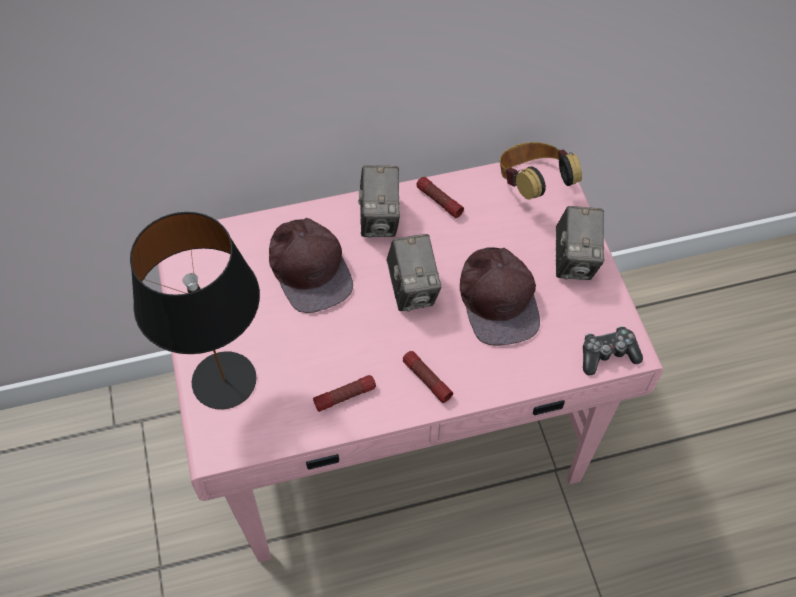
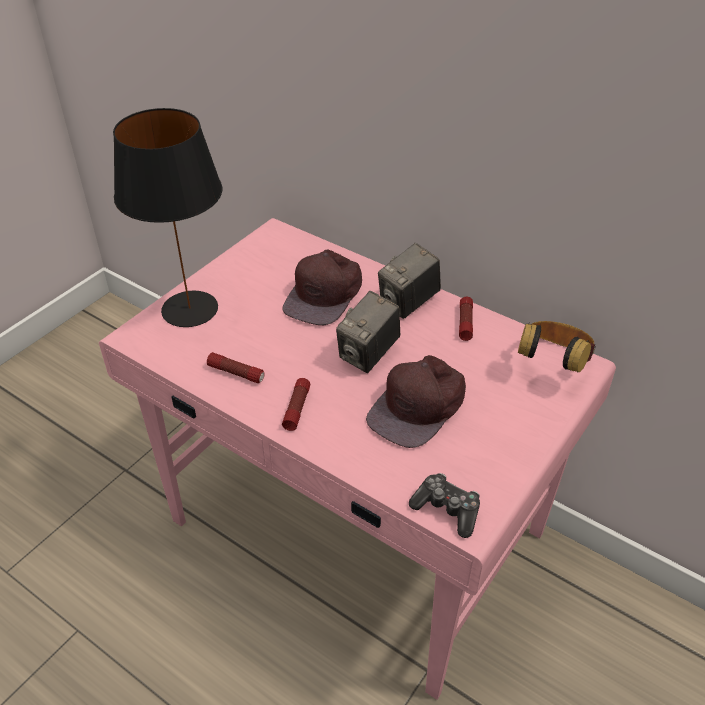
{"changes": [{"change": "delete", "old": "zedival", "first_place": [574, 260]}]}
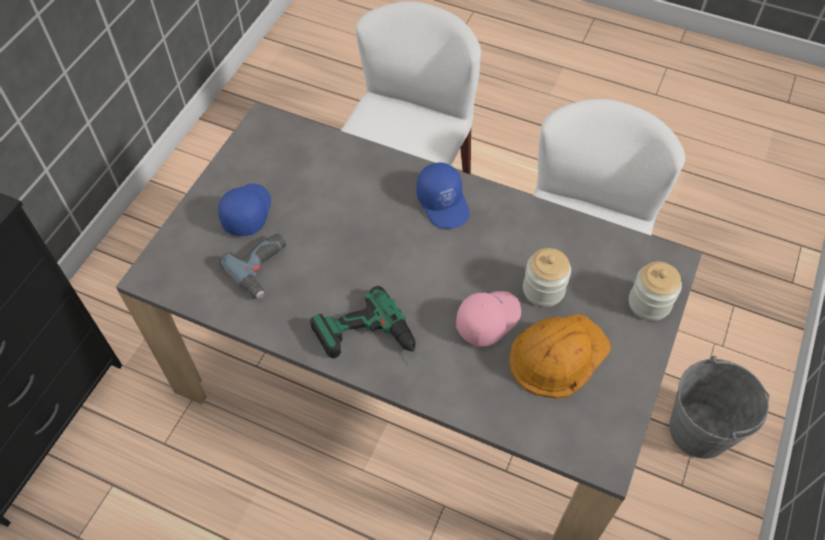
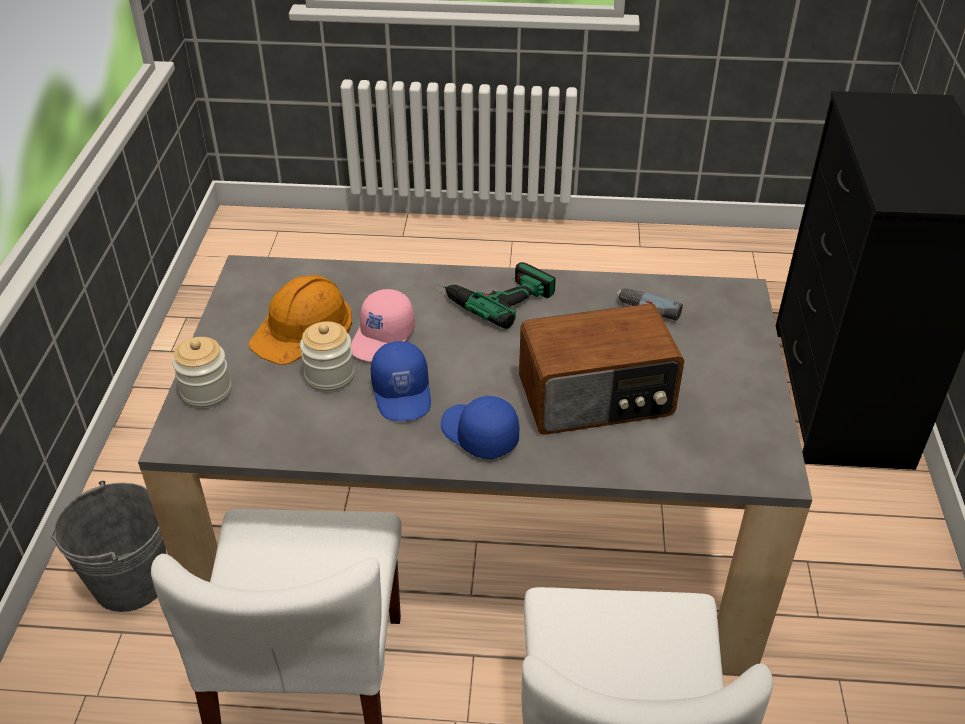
{"changes": [{"change": "move", "old": "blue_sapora", "first_place": [246, 212], "second_place": [403, 393]}, {"change": "insert", "new": "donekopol", "second_place": [597, 398]}]}
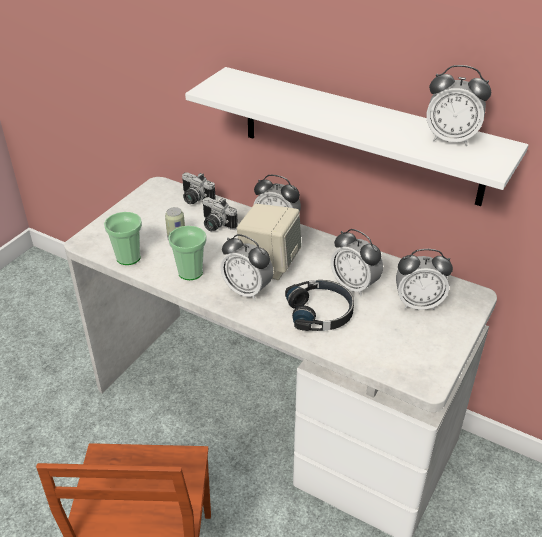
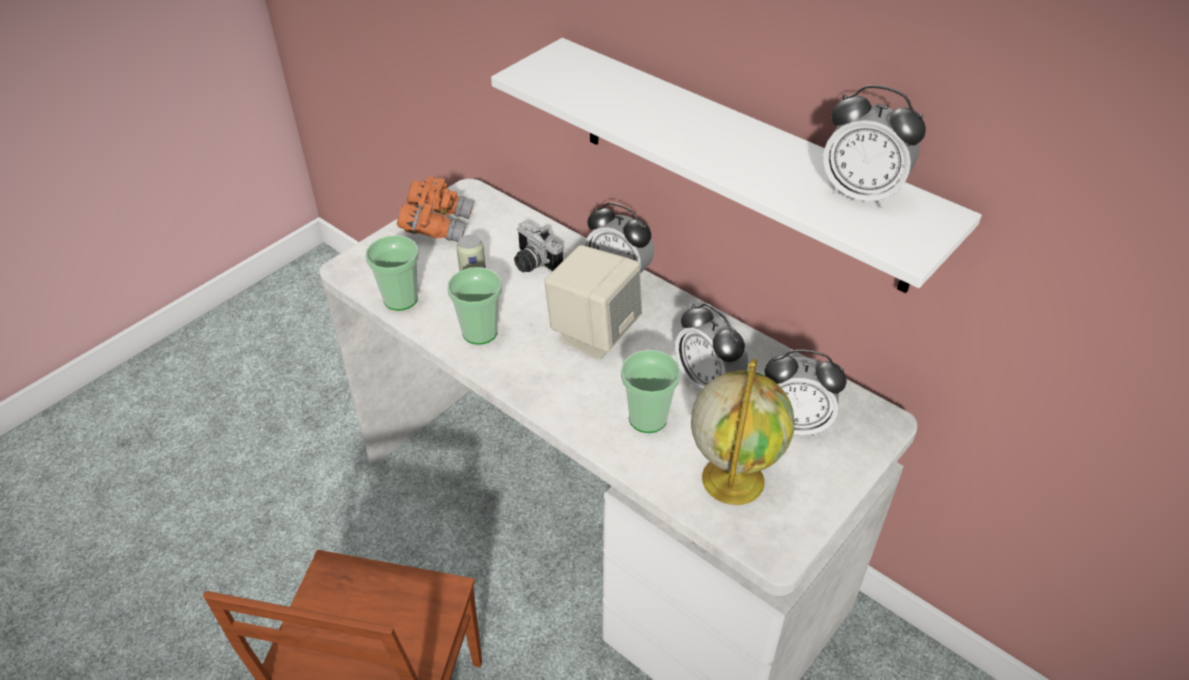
{"changes": [{"change": "delete", "old": "zedival", "first_place": [194, 199]}, {"change": "delete", "old": "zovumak", "first_place": [247, 290]}, {"change": "replace", "old": "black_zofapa", "new": "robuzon", "first_place": [320, 312], "second_place": [647, 418]}, {"change": "insert", "new": "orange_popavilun", "second_place": [437, 226]}, {"change": "insert", "new": "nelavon", "second_place": [732, 477]}]}
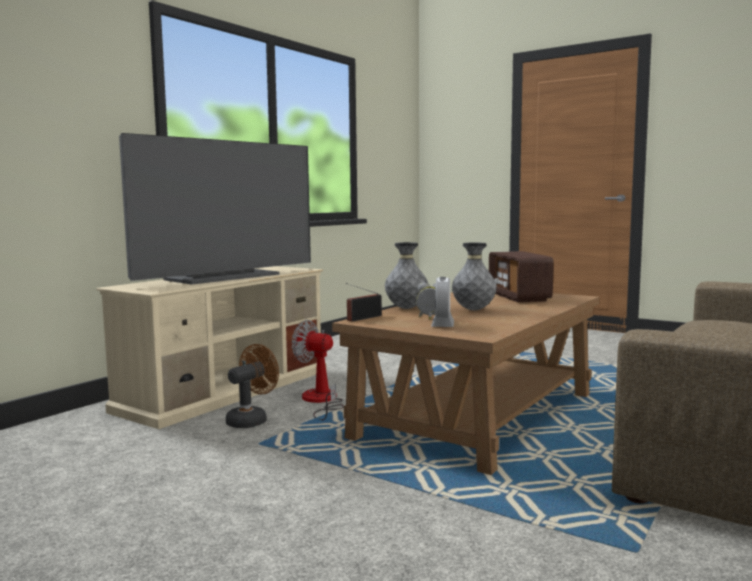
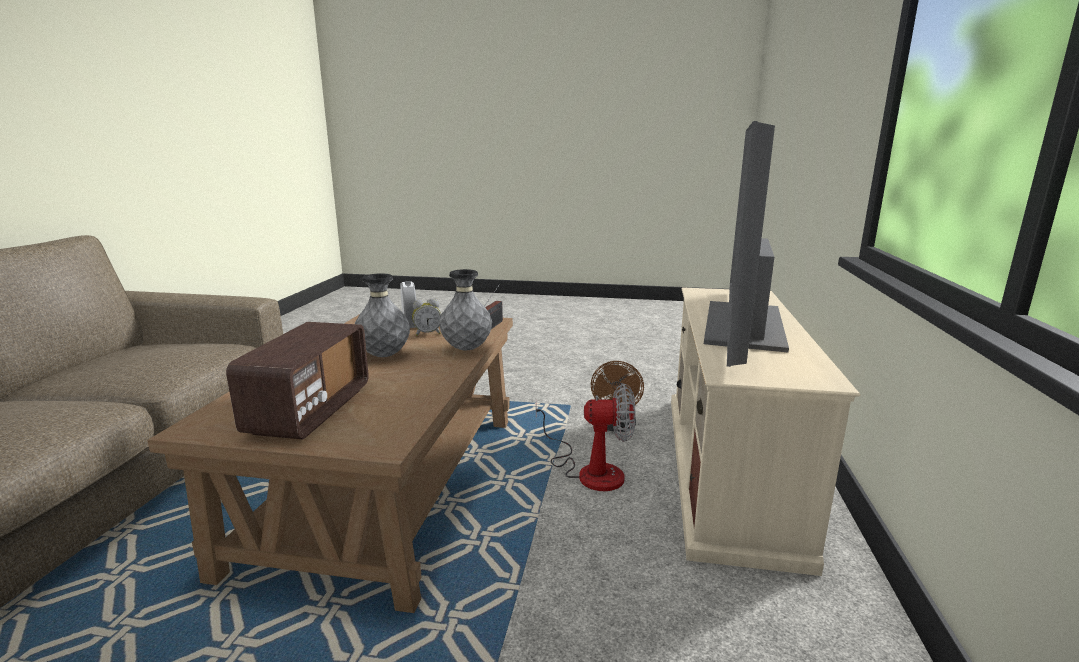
{"changes": [{"change": "rotate", "old": "donekopol", "first_place": [518, 297], "second_place": [310, 411], "degrees": 45}]}
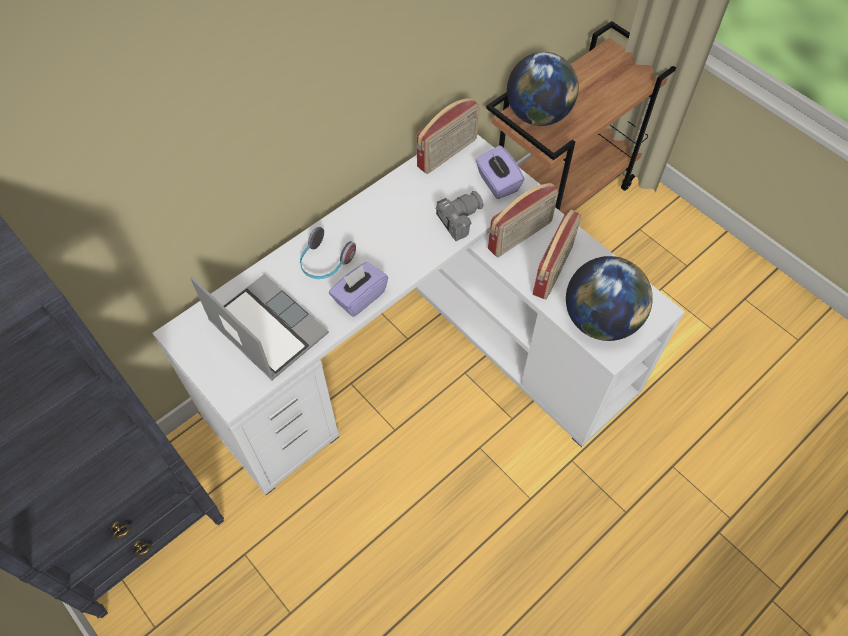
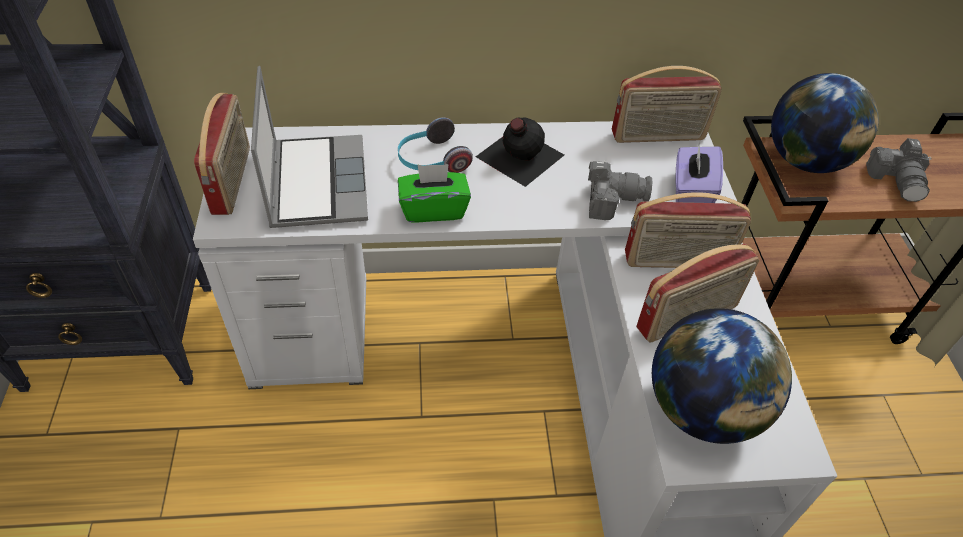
{"changes": [{"change": "recolor", "old": "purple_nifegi", "new": "green_nifegi", "first_place": [359, 297], "second_place": [433, 209]}, {"change": "insert", "new": "donekopol", "second_place": [233, 180]}, {"change": "insert", "new": "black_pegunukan", "second_place": [518, 155]}, {"change": "insert", "new": "zedival", "second_place": [897, 180]}]}
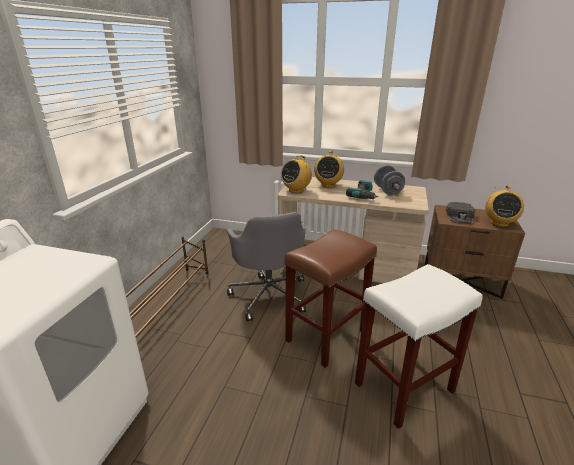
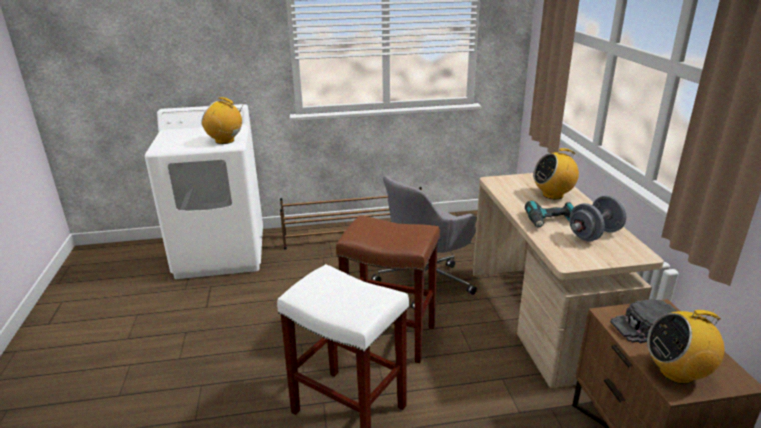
{"changes": [{"change": "move", "old": "donekopol", "first_place": [296, 190], "second_place": [225, 141]}]}
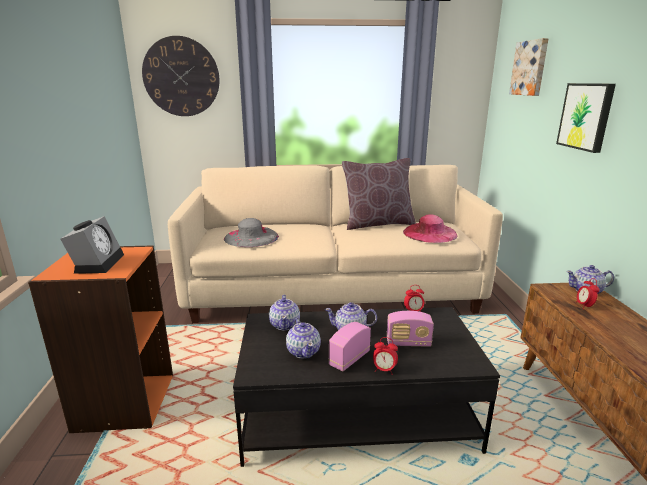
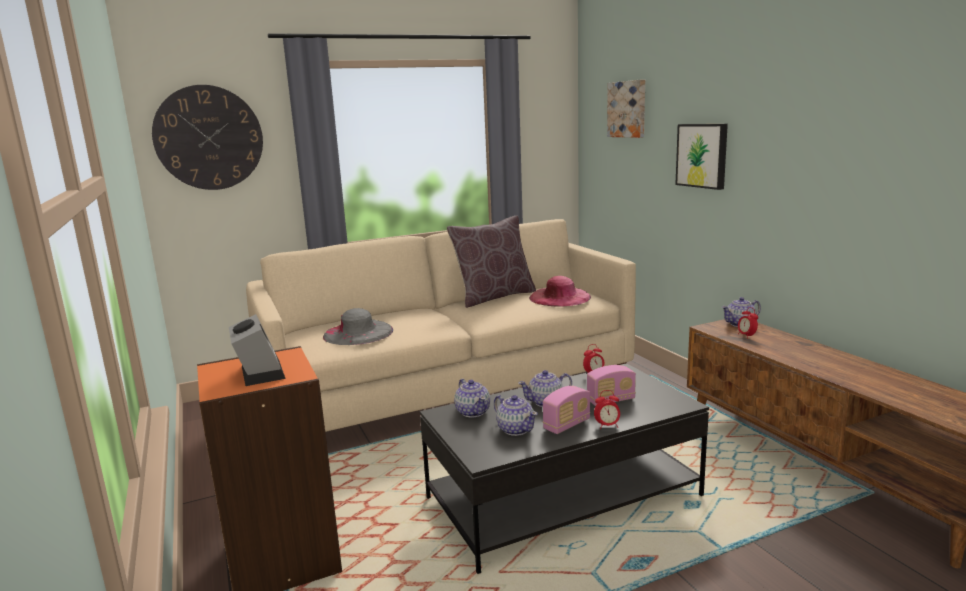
{"changes": [{"change": "rotate", "old": "donekopol", "first_place": [349, 359], "second_place": [567, 425], "degrees": -150}]}
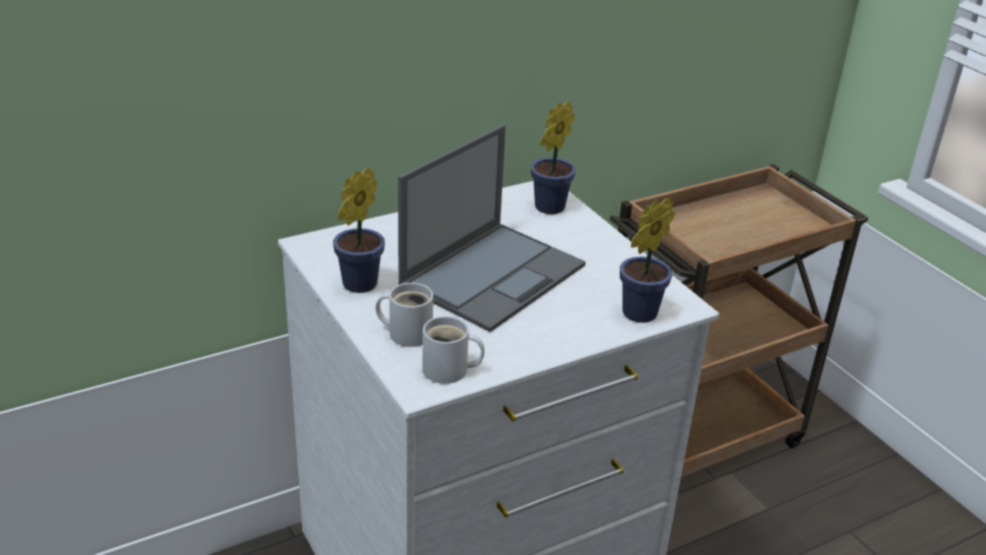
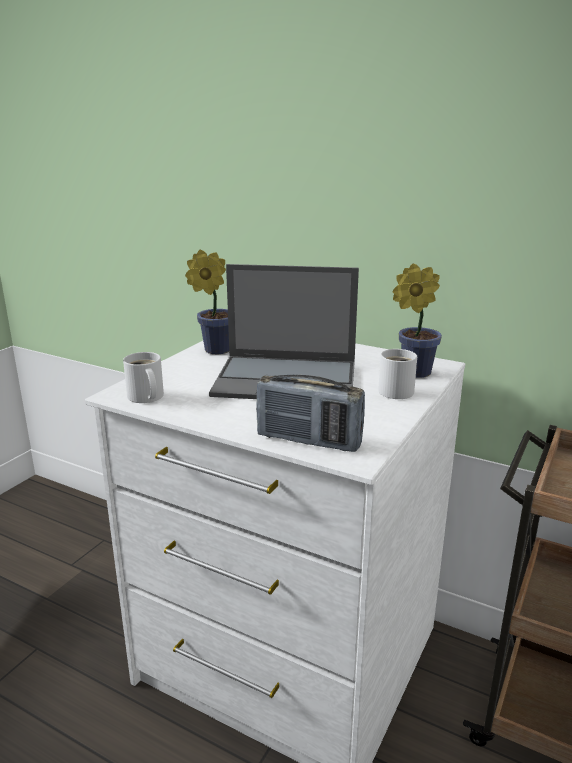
{"changes": [{"change": "replace", "old": "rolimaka", "new": "donekopol", "first_place": [636, 315], "second_place": [309, 441]}, {"change": "move", "old": "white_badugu", "first_place": [407, 332], "second_place": [395, 390]}]}
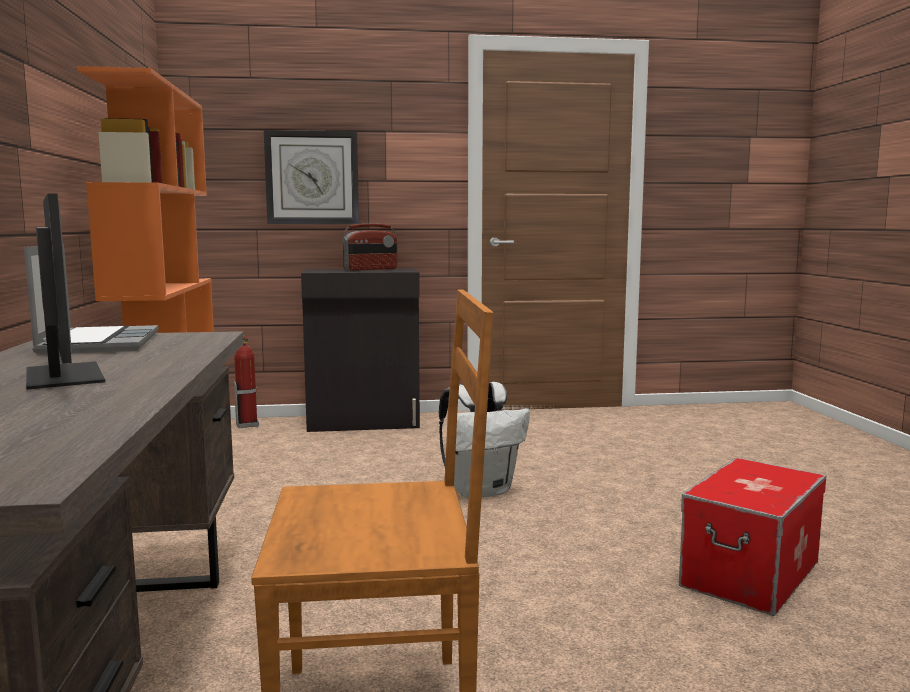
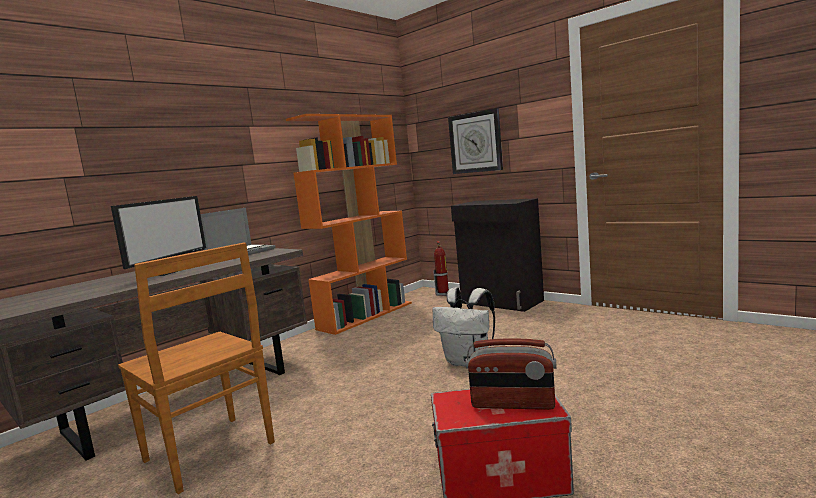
{"changes": [{"change": "move", "old": "donekopol", "first_place": [371, 269], "second_place": [513, 404]}]}
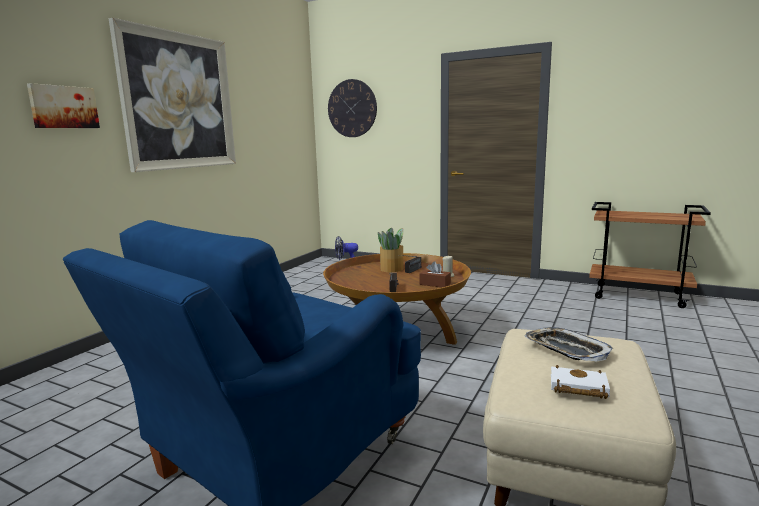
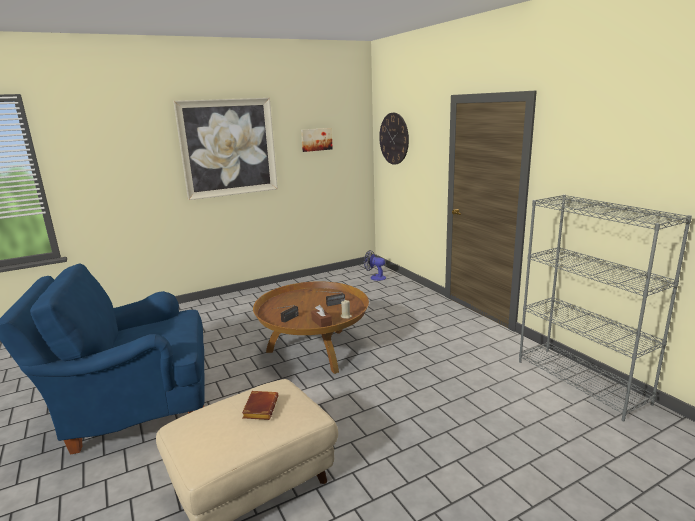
{"changes": [{"change": "move", "old": "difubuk", "first_place": [63, 107], "second_place": [316, 139]}, {"change": "replace", "old": "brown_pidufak", "new": "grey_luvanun", "first_place": [639, 296], "second_place": [581, 382]}, {"change": "delete", "old": "rolimaka", "first_place": [392, 269]}, {"change": "replace", "old": "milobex", "new": "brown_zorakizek", "first_place": [566, 349], "second_place": [260, 408]}, {"change": "delete", "old": "white_zorakizek", "first_place": [577, 387]}]}
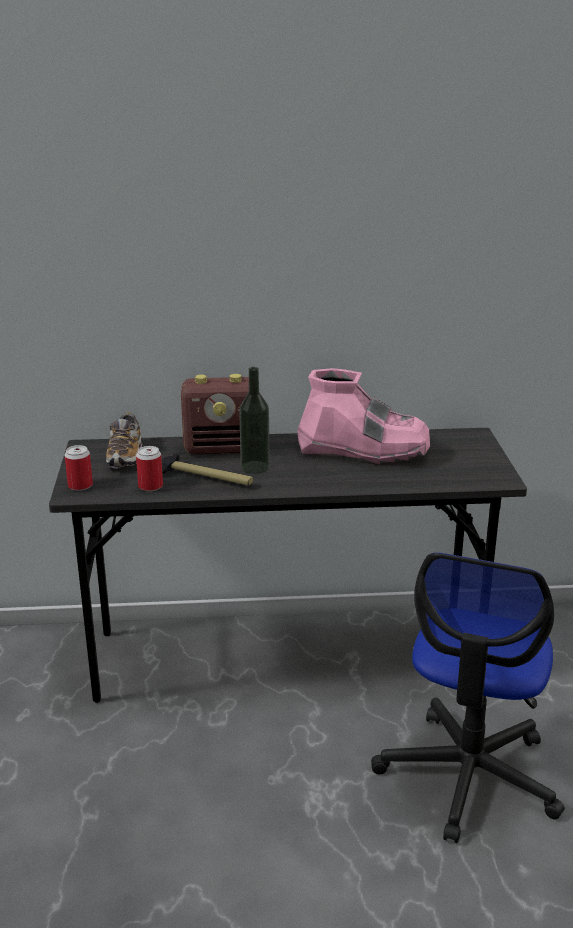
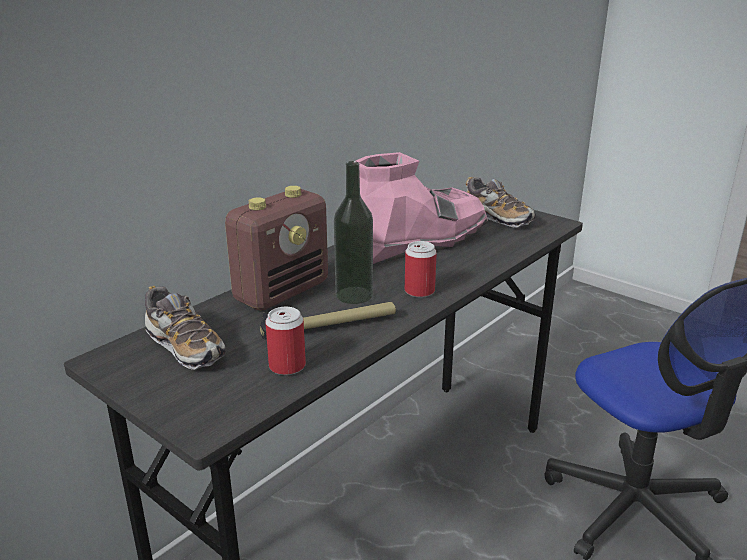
{"changes": [{"change": "move", "old": "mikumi", "first_place": [80, 485], "second_place": [419, 291]}, {"change": "insert", "new": "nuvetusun", "second_place": [497, 218]}]}
